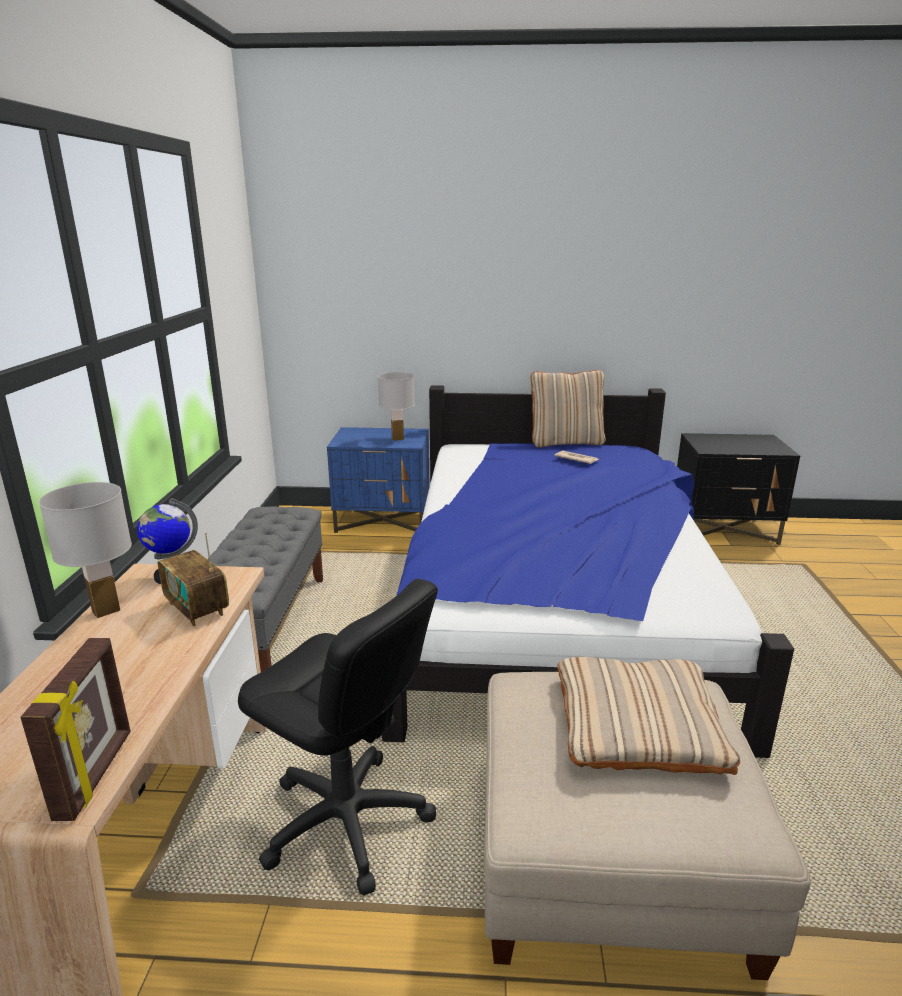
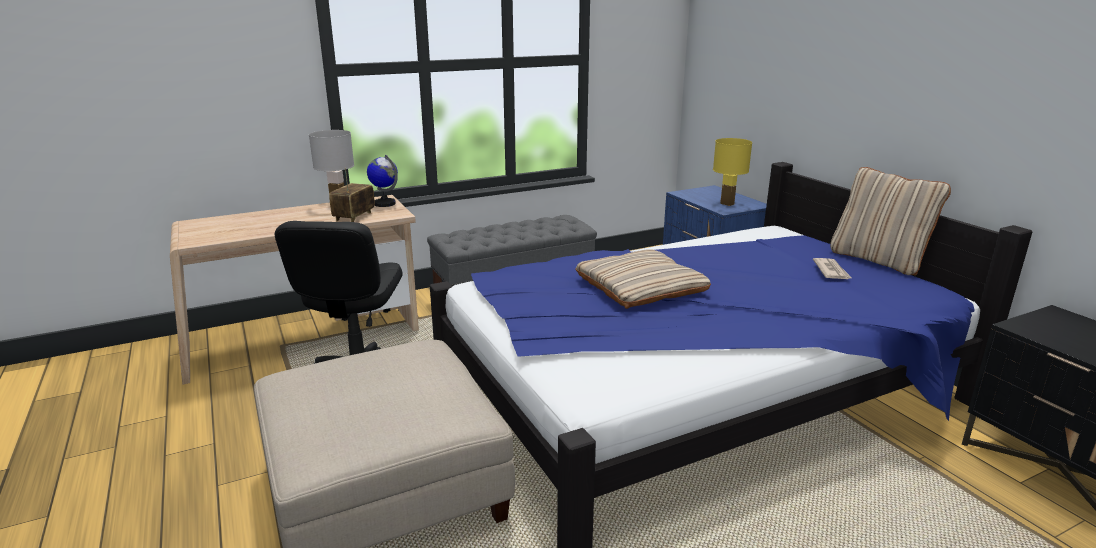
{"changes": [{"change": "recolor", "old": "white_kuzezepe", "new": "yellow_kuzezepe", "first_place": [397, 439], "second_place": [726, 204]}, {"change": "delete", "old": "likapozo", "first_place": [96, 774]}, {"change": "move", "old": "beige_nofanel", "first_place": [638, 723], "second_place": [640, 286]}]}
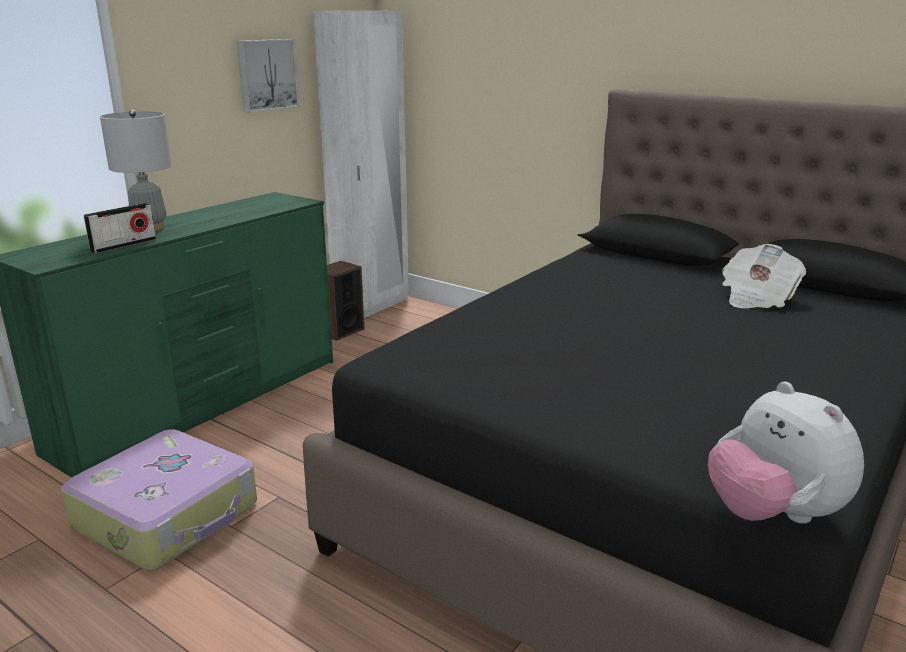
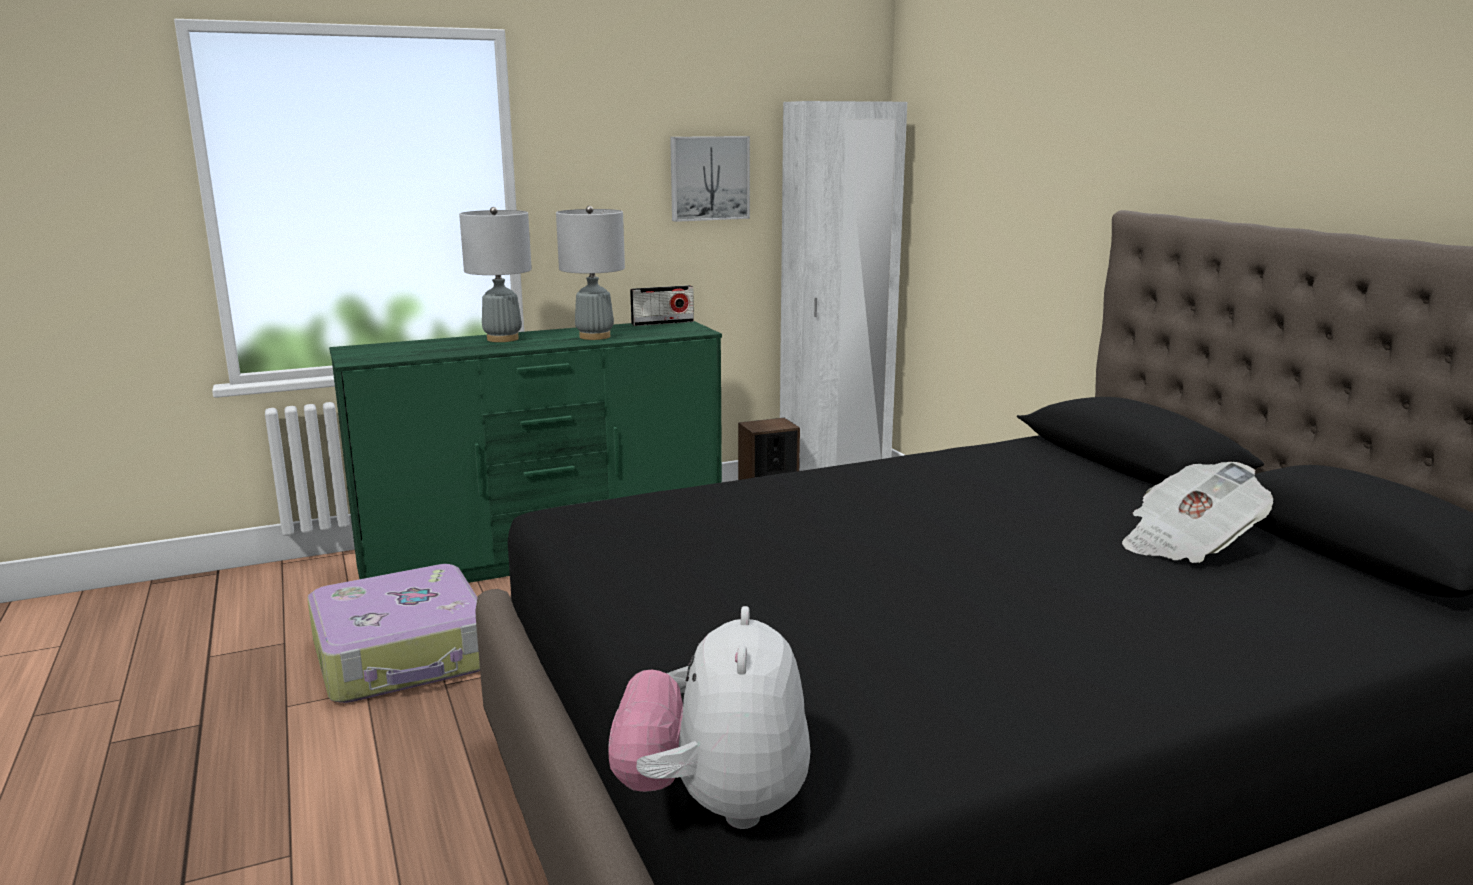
{"changes": [{"change": "move", "old": "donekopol", "first_place": [124, 245], "second_place": [662, 323]}, {"change": "insert", "new": "grey_kuzezepe", "second_place": [594, 336]}]}
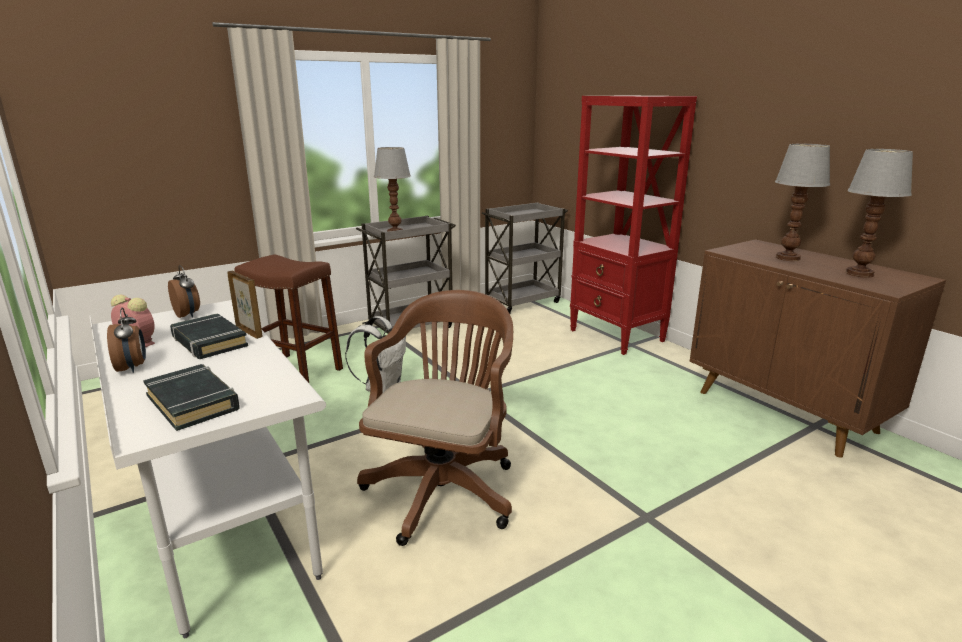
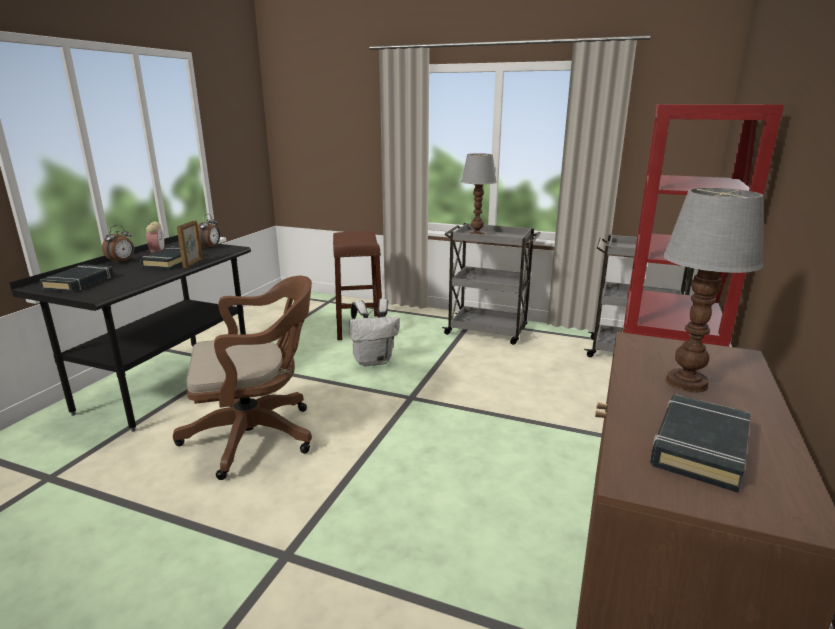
{"changes": [{"change": "replace", "old": "kuzezepe", "new": "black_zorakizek", "first_place": [859, 274], "second_place": [699, 447]}, {"change": "recolor", "old": "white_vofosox", "new": "black_vofosox", "first_place": [224, 527], "second_place": [167, 383]}]}
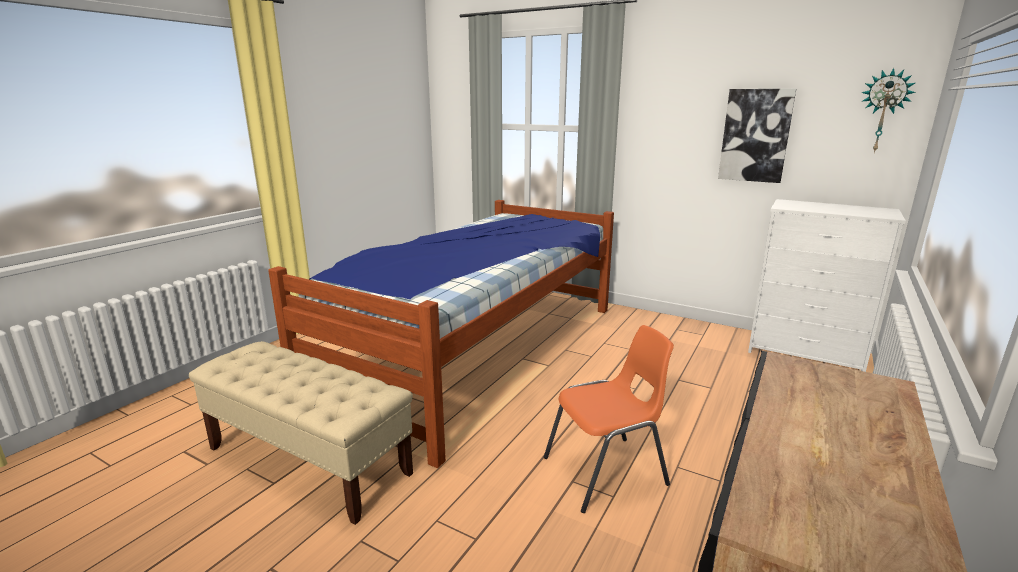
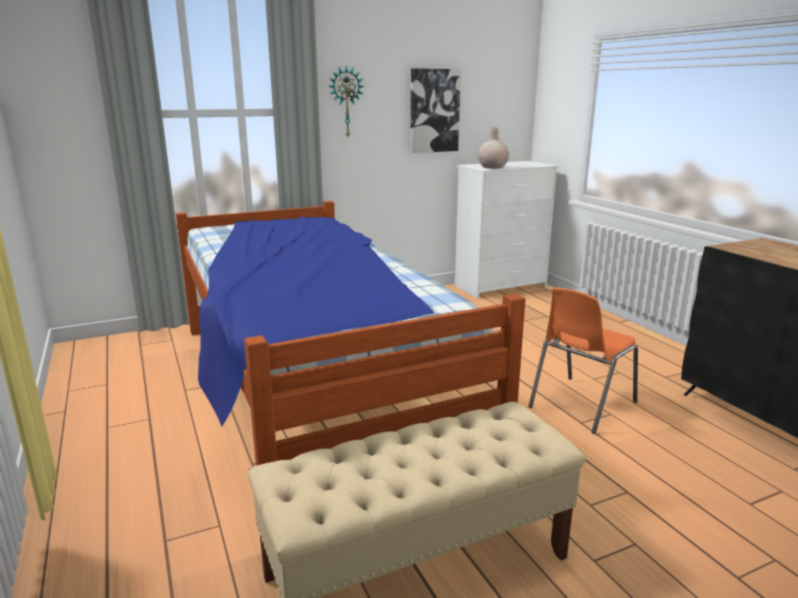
{"changes": [{"change": "move", "old": "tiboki", "first_place": [883, 111], "second_place": [346, 102]}, {"change": "rotate", "old": "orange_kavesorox", "first_place": [607, 472], "second_place": [580, 405], "degrees": -150}, {"change": "insert", "new": "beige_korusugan", "second_place": [492, 167]}]}
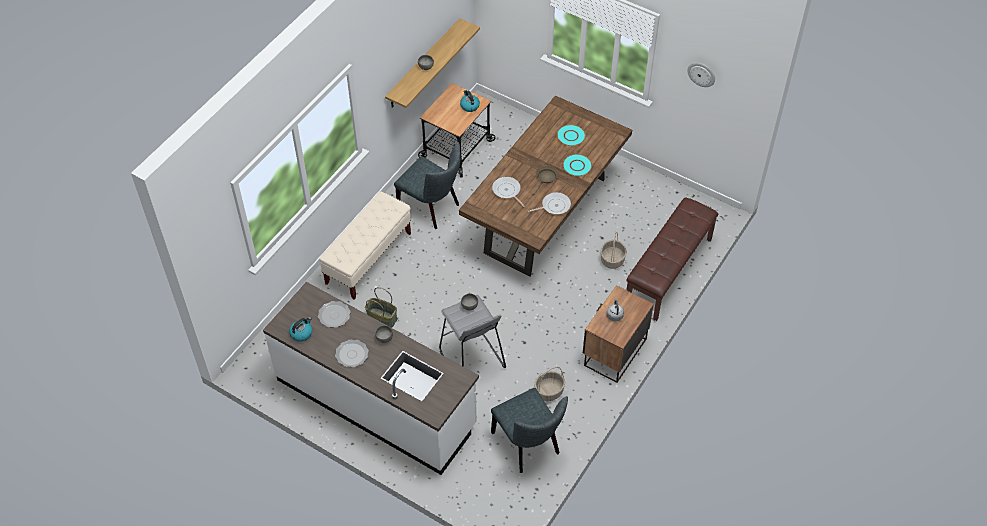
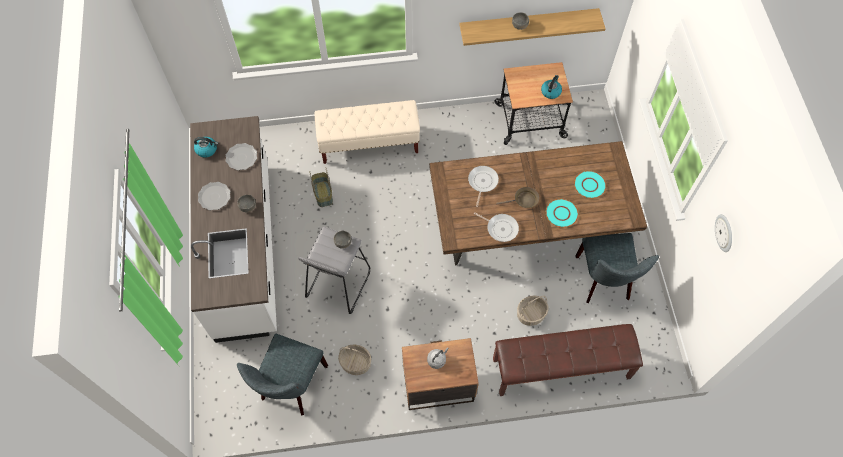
{"changes": [{"change": "move", "old": "grey_kavesorox", "first_place": [432, 208], "second_place": [604, 281]}]}
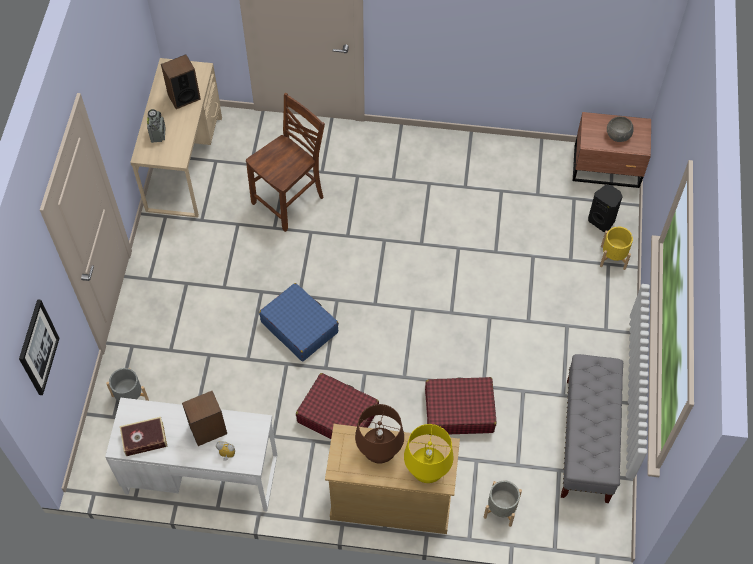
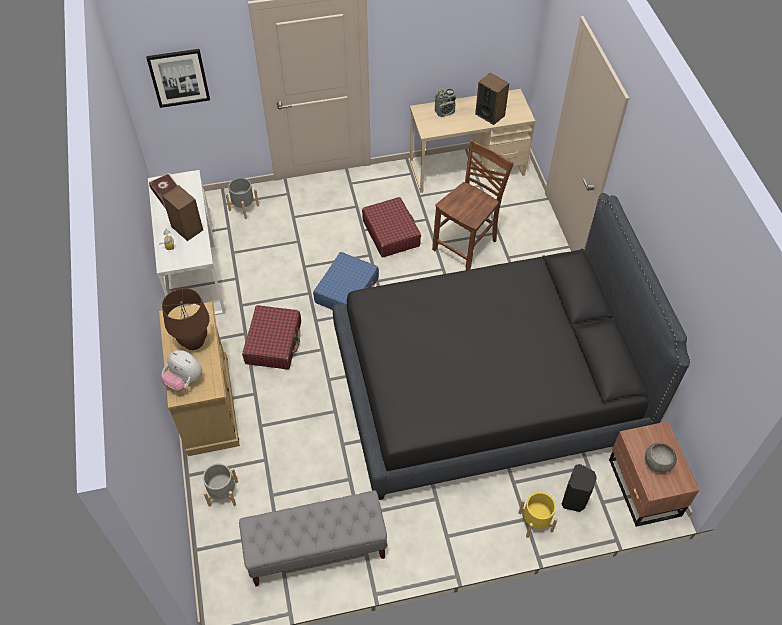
{"changes": [{"change": "rotate", "old": "brown_kavesorox", "first_place": [290, 201], "second_place": [467, 245], "degrees": -75}, {"change": "move", "old": "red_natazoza", "first_place": [458, 411], "second_place": [391, 233]}, {"change": "replace", "old": "yellow_kuzezepe", "new": "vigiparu", "first_place": [427, 472], "second_place": [184, 380]}, {"change": "insert", "new": "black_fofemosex", "second_place": [486, 388]}]}
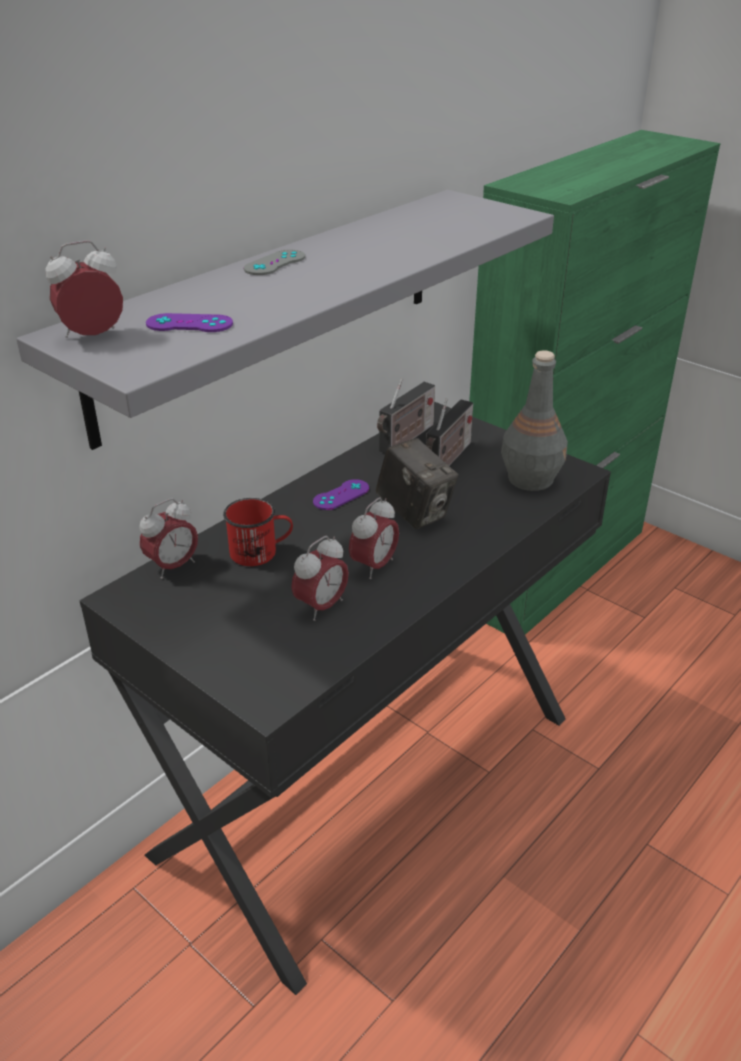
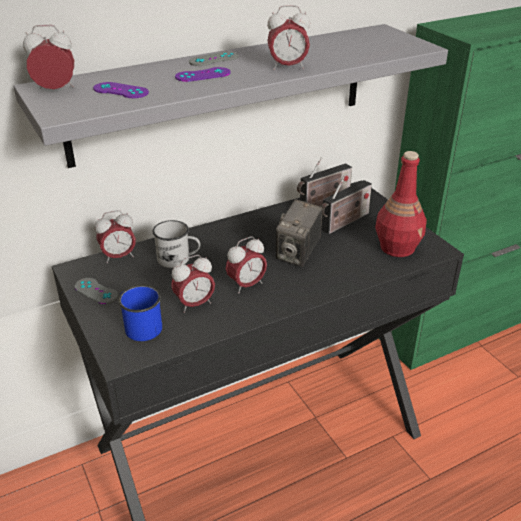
{"changes": [{"change": "recolor", "old": "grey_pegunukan", "new": "red_pegunukan", "first_place": [530, 479], "second_place": [397, 247]}, {"change": "rotate", "old": "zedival", "first_place": [415, 512], "second_place": [298, 254], "degrees": 45}, {"change": "move", "old": "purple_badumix", "first_place": [341, 495], "second_place": [203, 75]}, {"change": "recolor", "old": "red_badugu", "new": "white_badugu", "first_place": [261, 552], "second_place": [178, 259]}, {"change": "insert", "new": "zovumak", "second_place": [287, 67]}, {"change": "insert", "new": "grey_badumix", "second_place": [96, 291]}, {"change": "insert", "new": "blue_badugu", "second_place": [140, 326]}]}
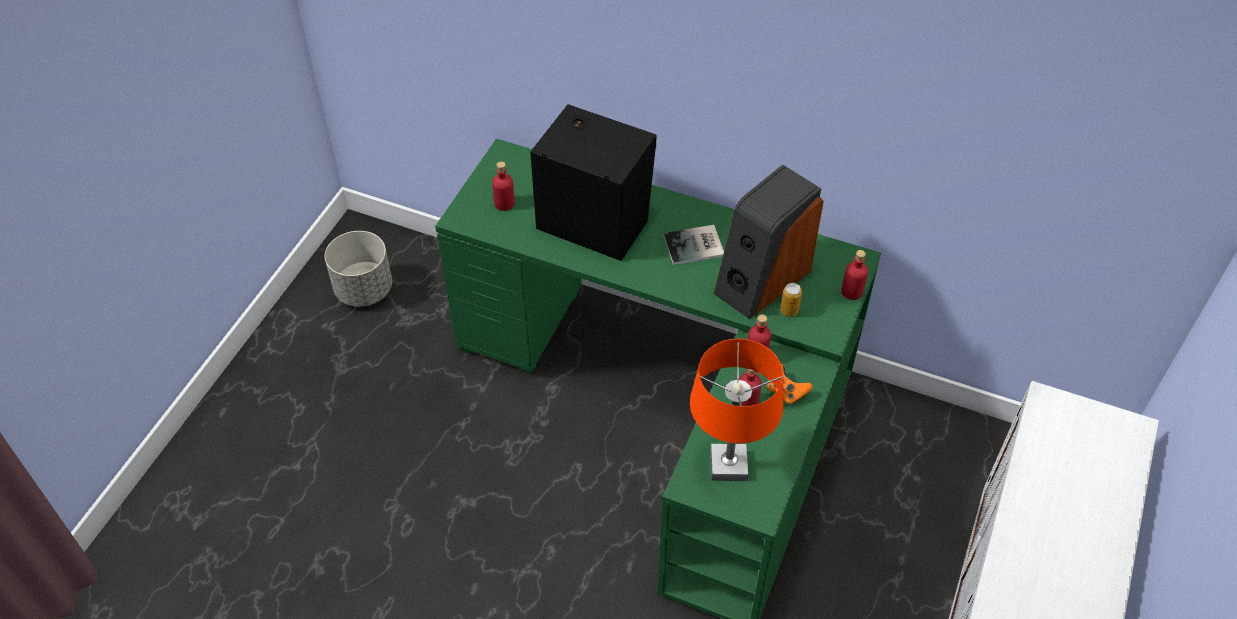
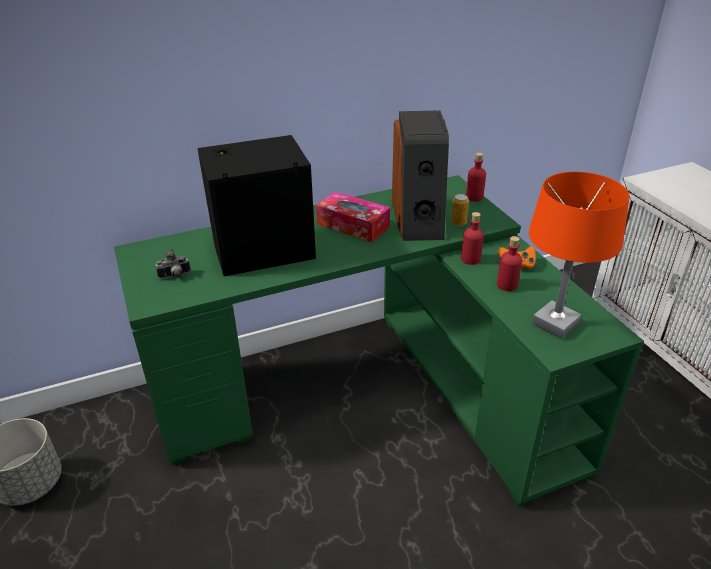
{"changes": [{"change": "replace", "old": "red_pegunukan", "new": "zedival", "first_place": [504, 203], "second_place": [175, 276]}, {"change": "replace", "old": "zorakizek", "new": "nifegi", "first_place": [695, 246], "second_place": [353, 225]}]}
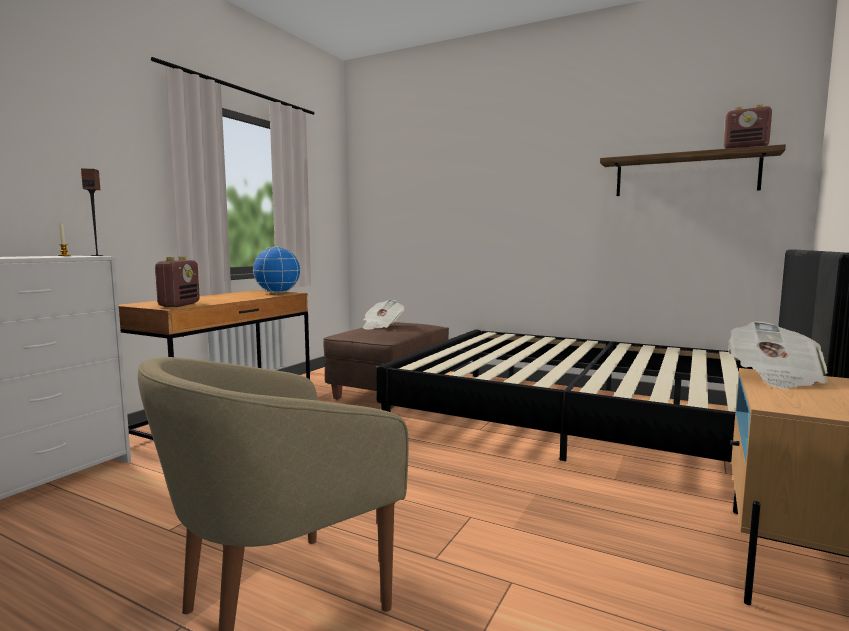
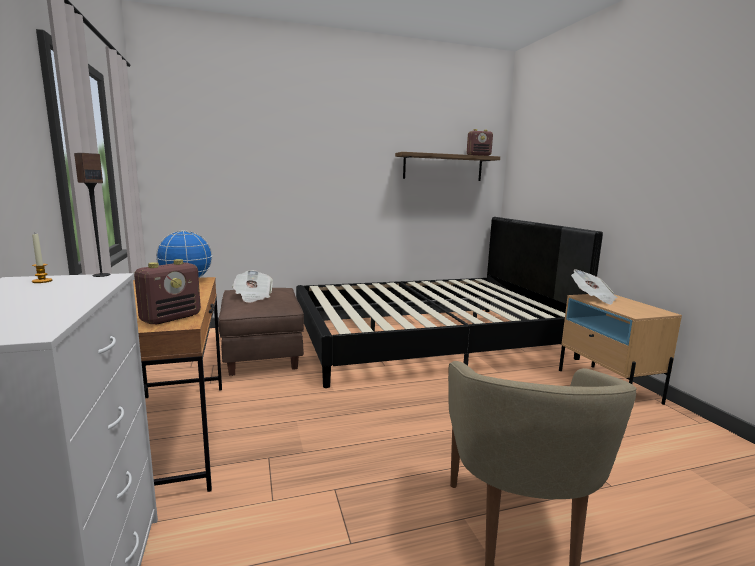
{"changes": [{"change": "rotate", "old": "donekopol", "first_place": [179, 305], "second_place": [171, 318], "degrees": 75}]}
